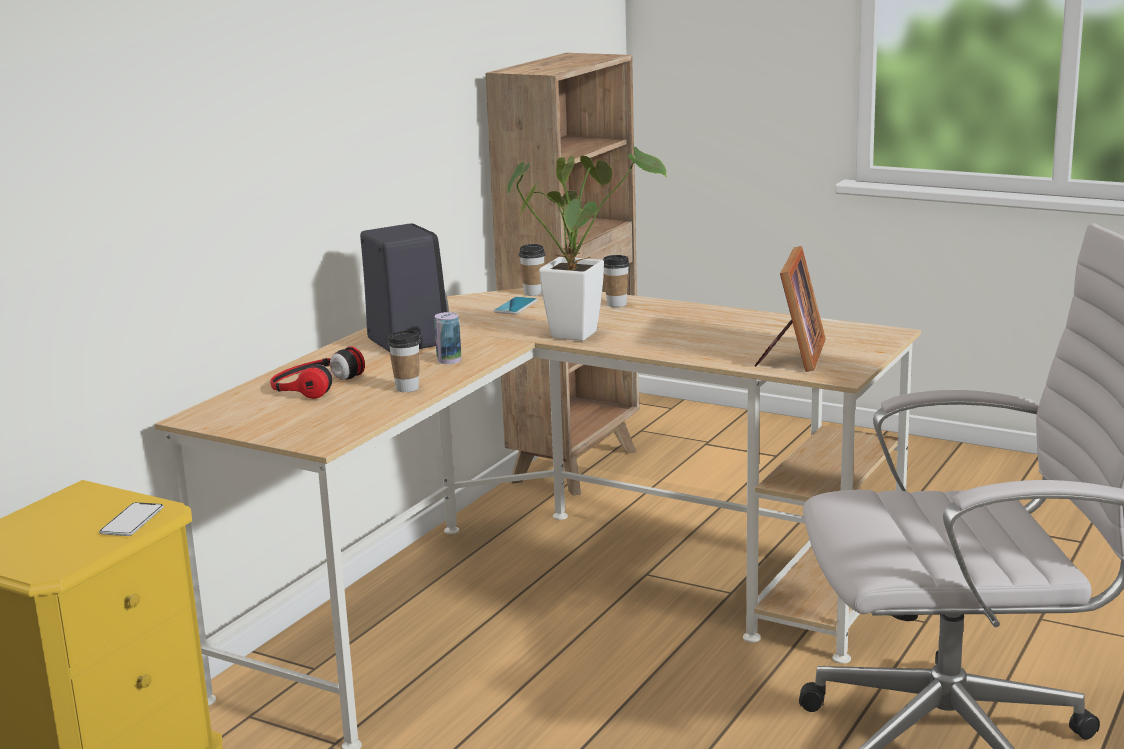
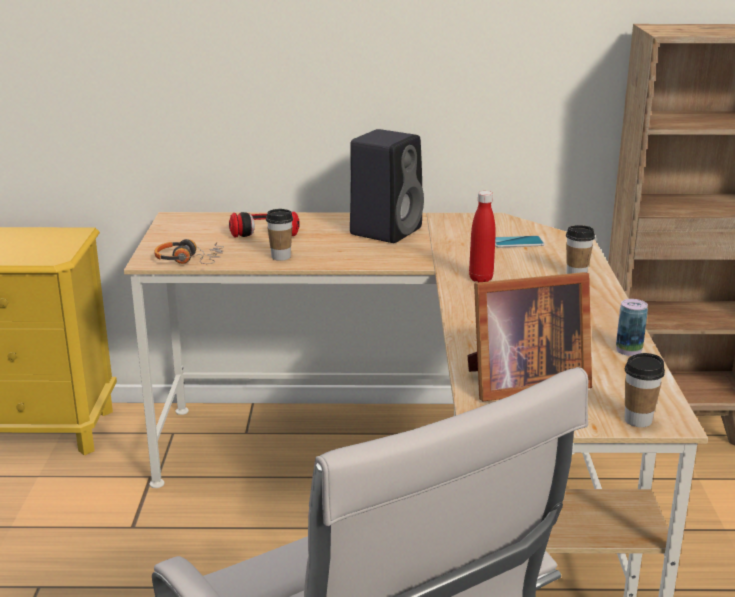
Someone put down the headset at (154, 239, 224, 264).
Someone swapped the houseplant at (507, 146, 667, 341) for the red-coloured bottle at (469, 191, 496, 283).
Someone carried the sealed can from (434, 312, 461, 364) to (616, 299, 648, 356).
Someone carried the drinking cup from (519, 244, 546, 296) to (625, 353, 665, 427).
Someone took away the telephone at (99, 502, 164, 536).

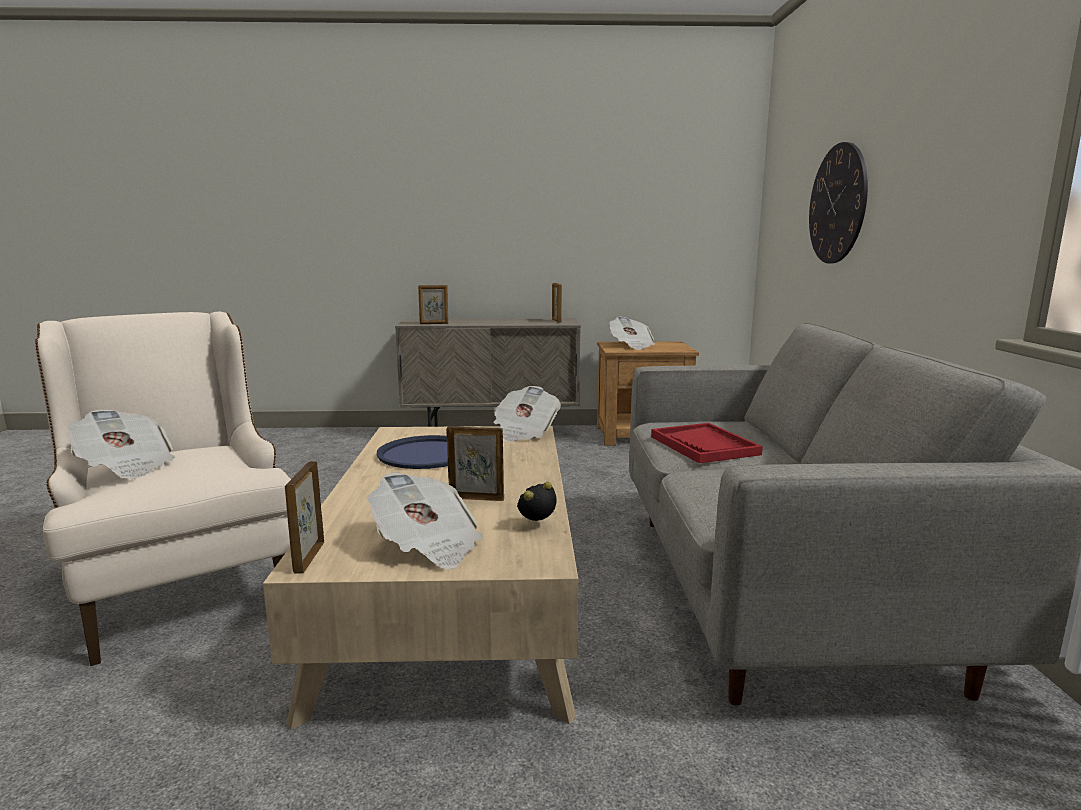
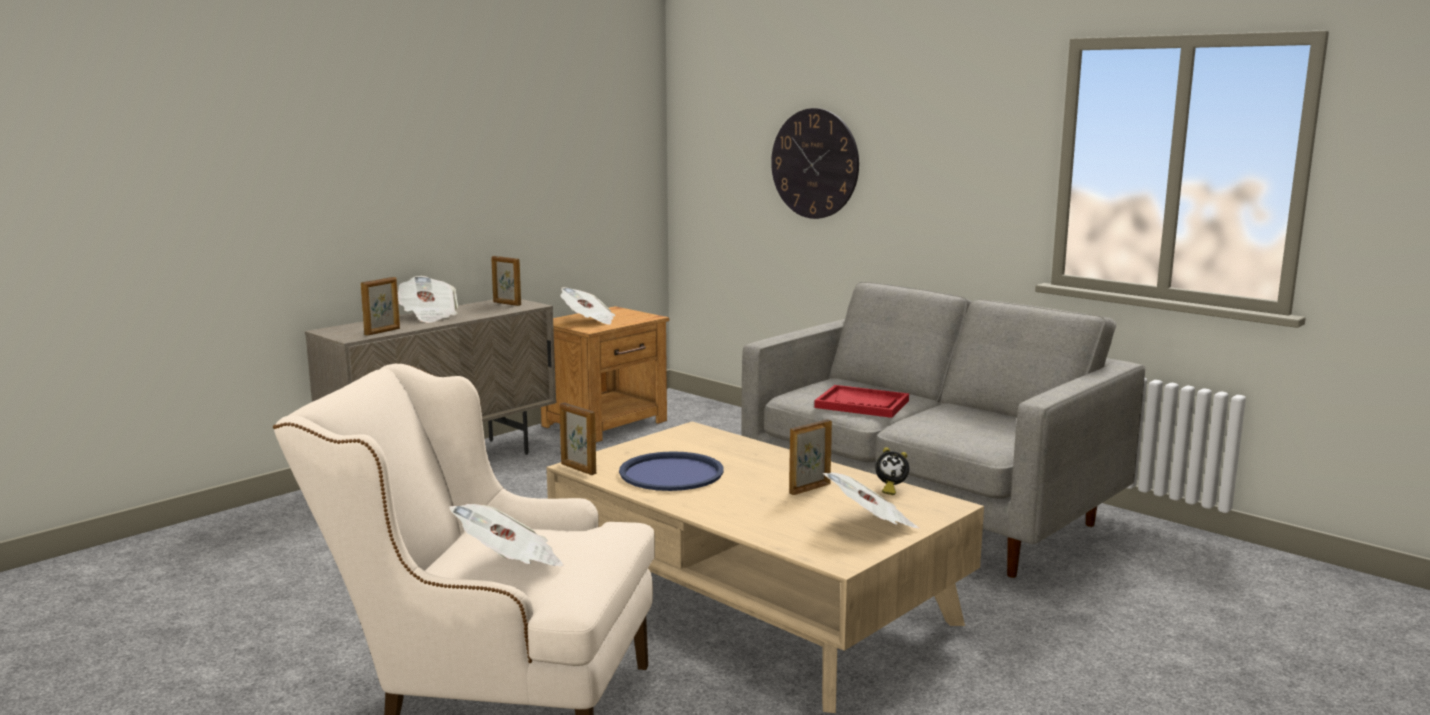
Someone carried the newspaper from (494, 386, 561, 442) to (398, 276, 458, 323).
Someone carried the standing frame from (285, 461, 324, 574) to (559, 402, 596, 475).
Someone rotated the bedside clock at (517, 481, 557, 521) by 105 degrees counterclockwise.

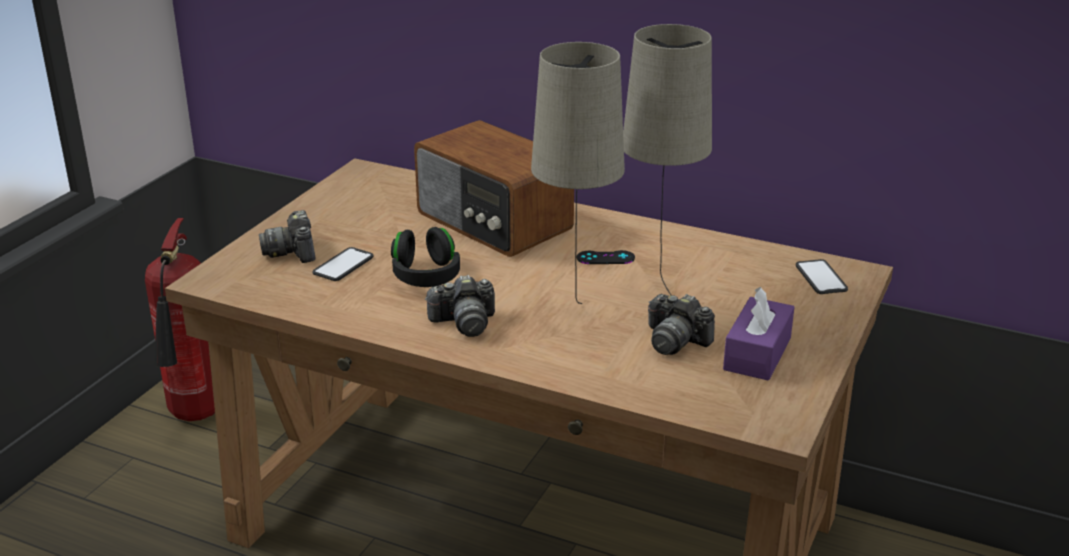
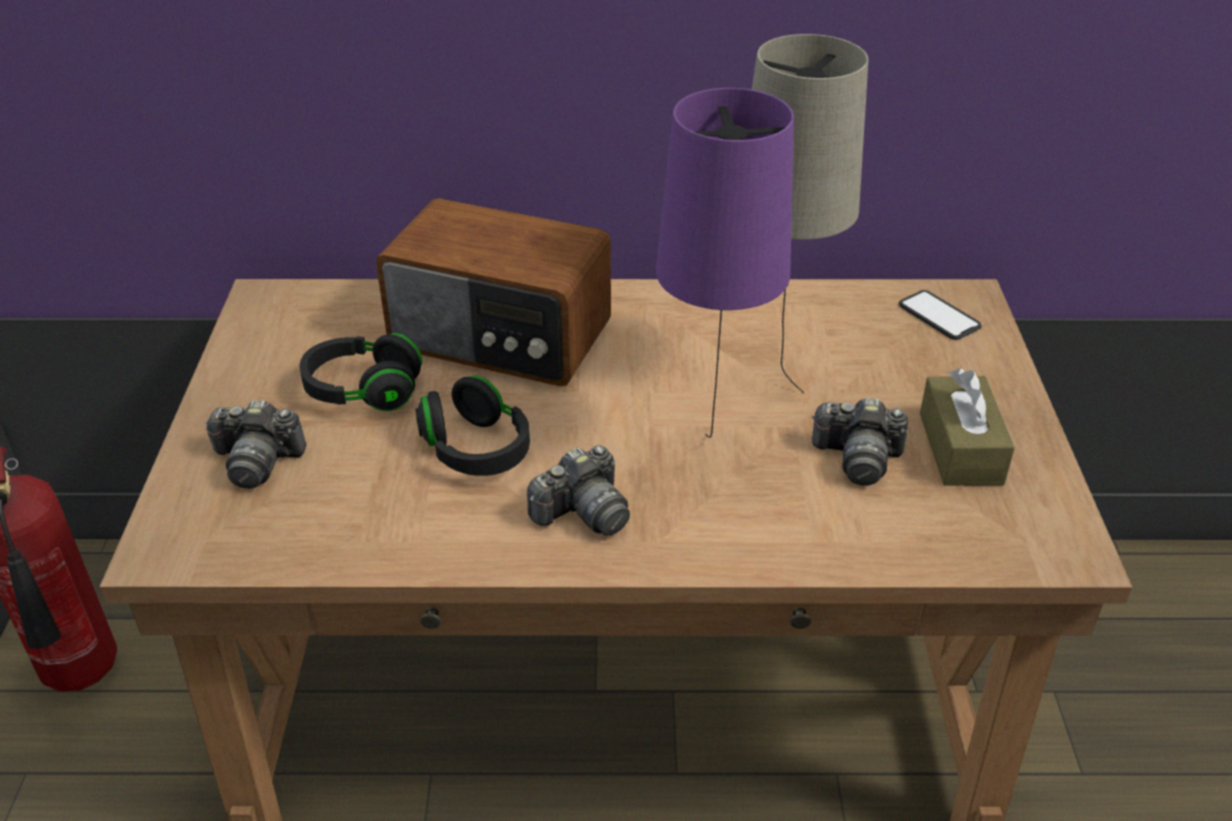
Someone rotated the photo camera at (259, 210, 315, 263) by 45 degrees counterclockwise.
Someone put down the blackish headset at (299, 333, 422, 411).
Someone repainted the sand-coloured lamp for a table at (531, 42, 625, 304), which became the purple lamp for a table at (656, 88, 794, 438).
Someone repainted the purple box of tissues at (723, 287, 794, 381), which became the brownish box of tissues at (920, 369, 1015, 486).
Someone took away the telephone at (312, 247, 374, 281).
Someone took away the blackish game controller at (577, 250, 635, 264).

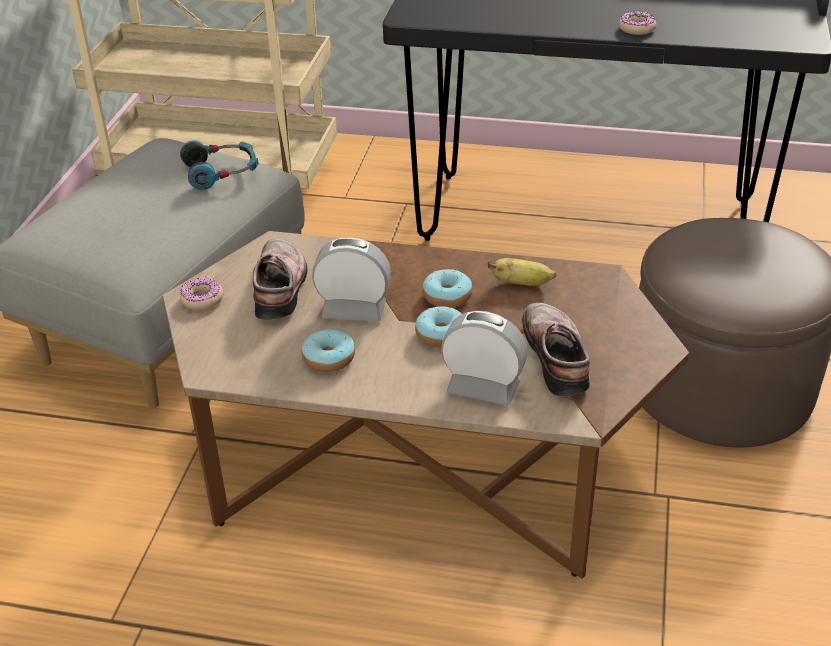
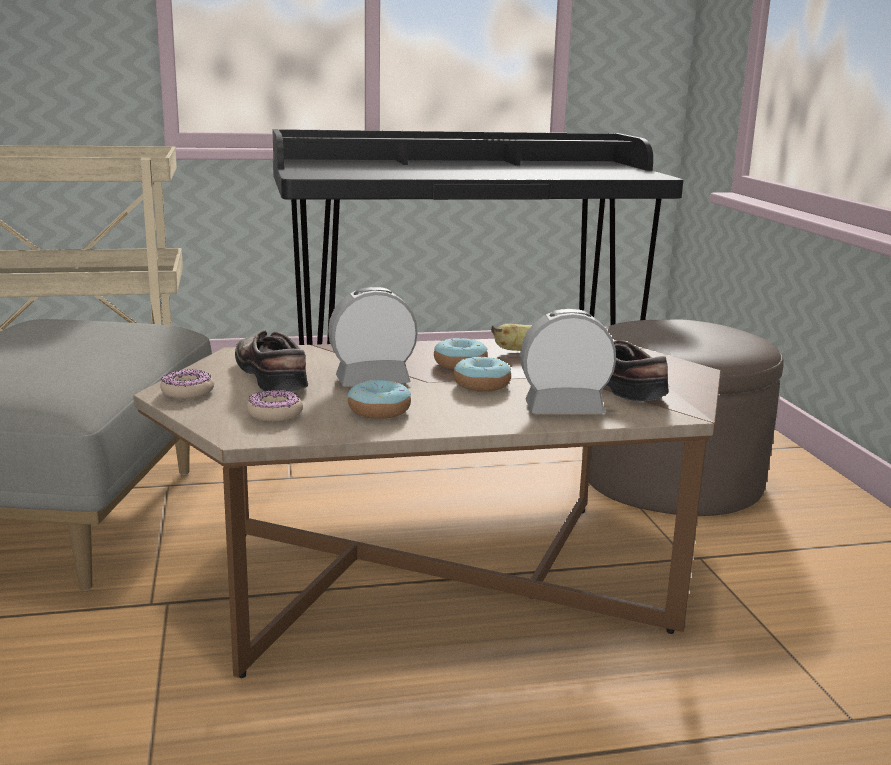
Someone carried the donut from (619, 11, 657, 35) to (247, 390, 303, 421).
Someone took away the headset at (180, 141, 259, 190).

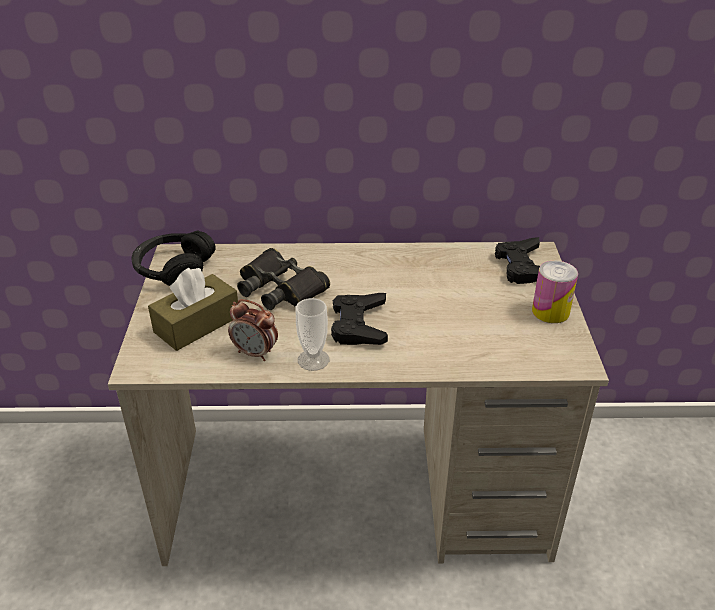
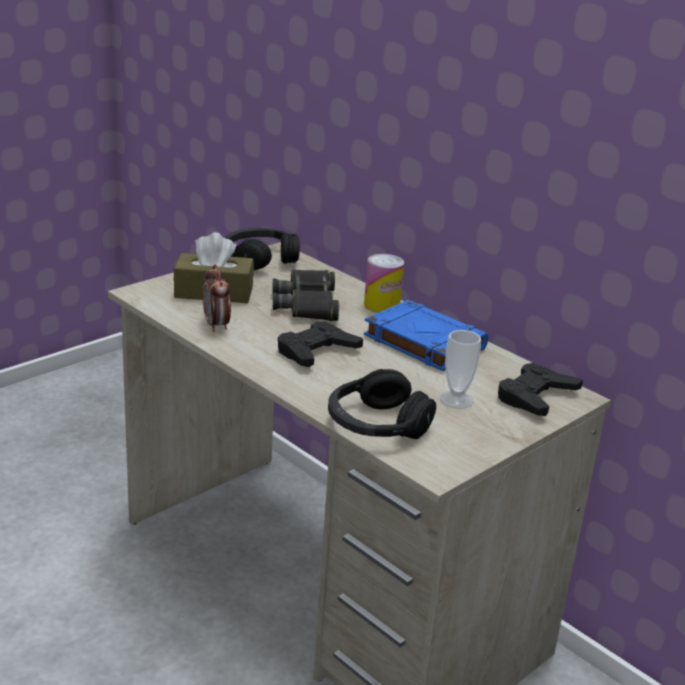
Someone put down the blackish headset at (328, 369, 436, 439).
Someone carried the sealed can from (532, 261, 578, 323) to (364, 254, 404, 313).
Someone put down the bluish book at (364, 300, 488, 371).
Someone carried the drinking cup from (296, 298, 329, 371) to (440, 330, 481, 409).

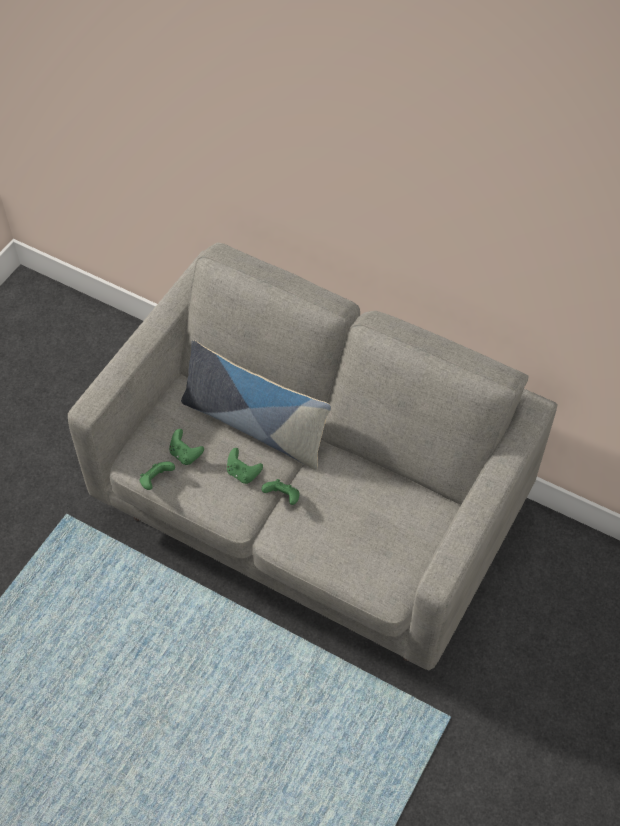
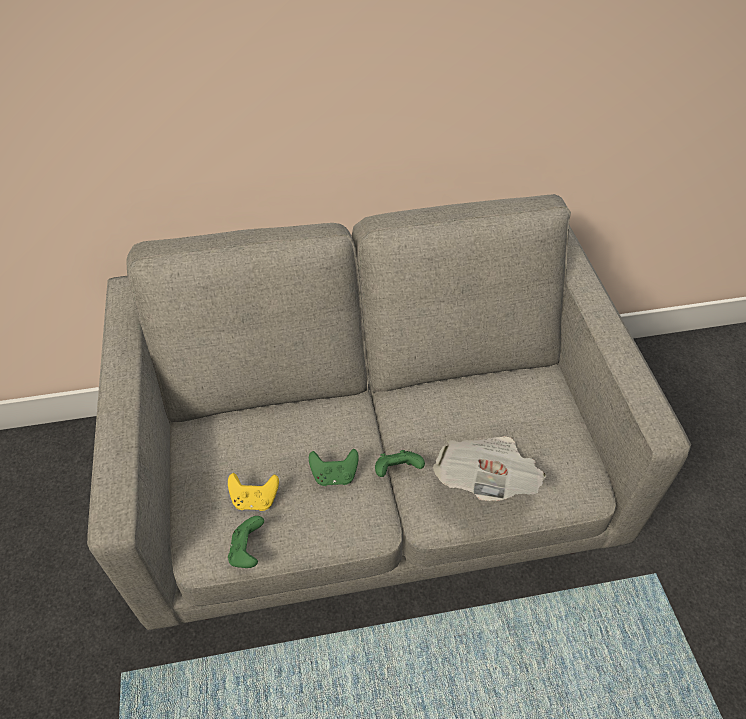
Someone repainted the green-coloured game controller at (169, 429, 204, 465), which became the yellow-coloured game controller at (228, 473, 279, 511).
Someone put down the newspaper at (433, 436, 546, 501).
Someone took away the pillow at (181, 340, 331, 470).

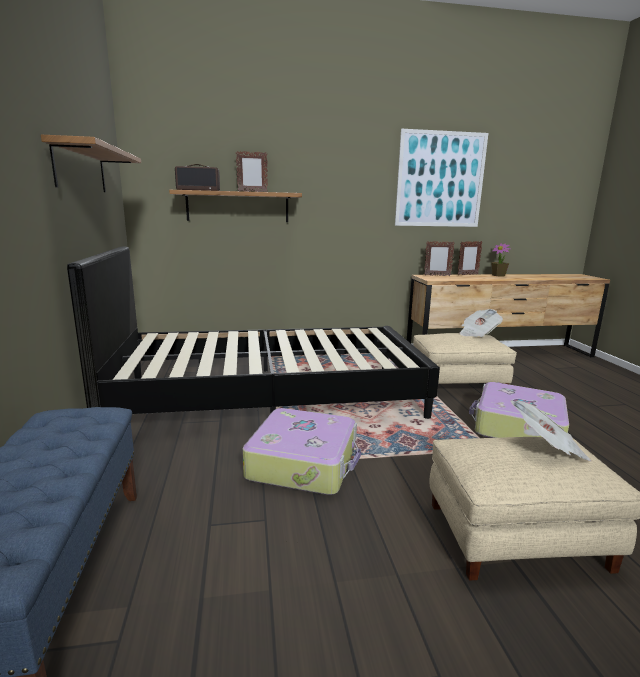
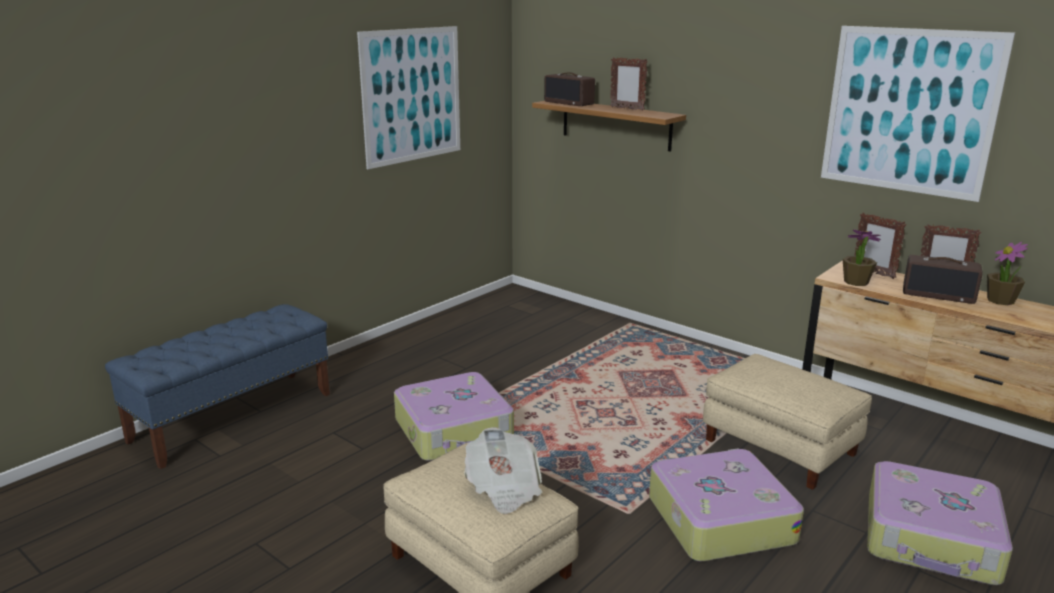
Someone swapped the shelf at (41, 135, 141, 192) for the wall art at (357, 26, 460, 169).
Someone put down the houseplant at (843, 230, 881, 286).
Someone put down the suitcase at (867, 461, 1013, 585).
Someone put down the radio set at (903, 255, 983, 304).
Someone took away the blackish sleeping bed at (67, 246, 440, 419).
Someone took away the newspaper at (459, 309, 503, 337).

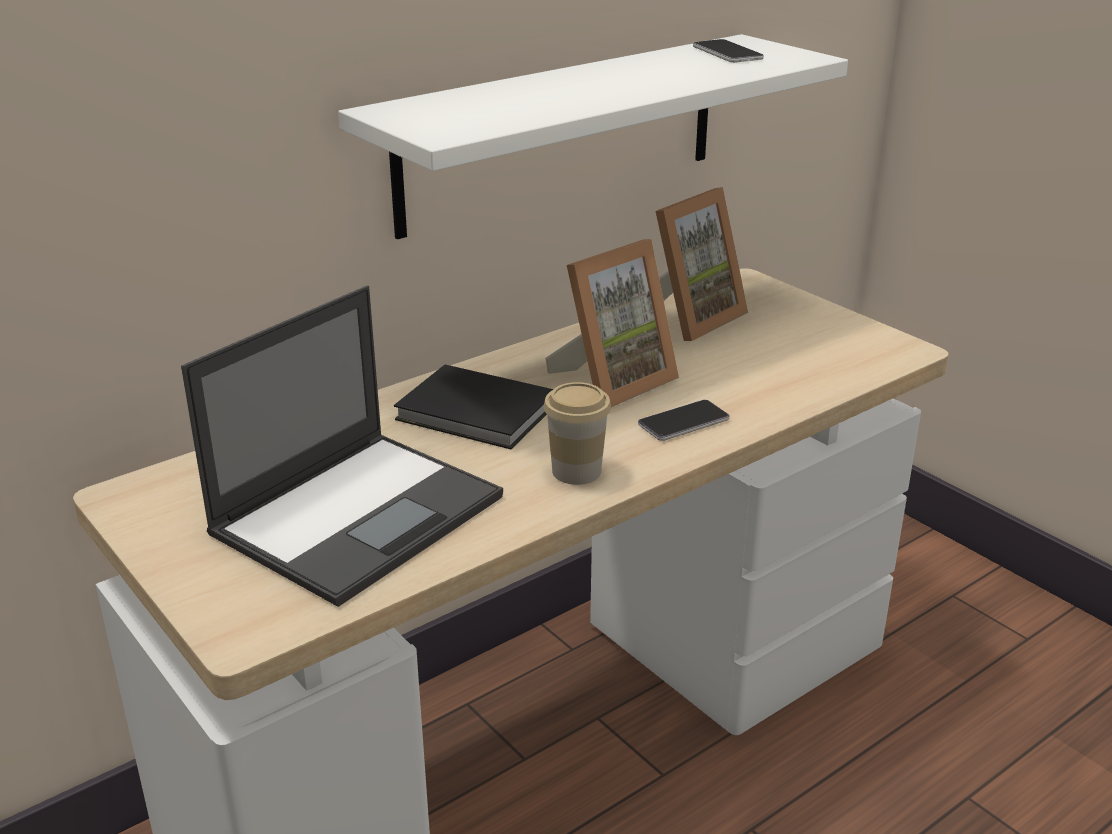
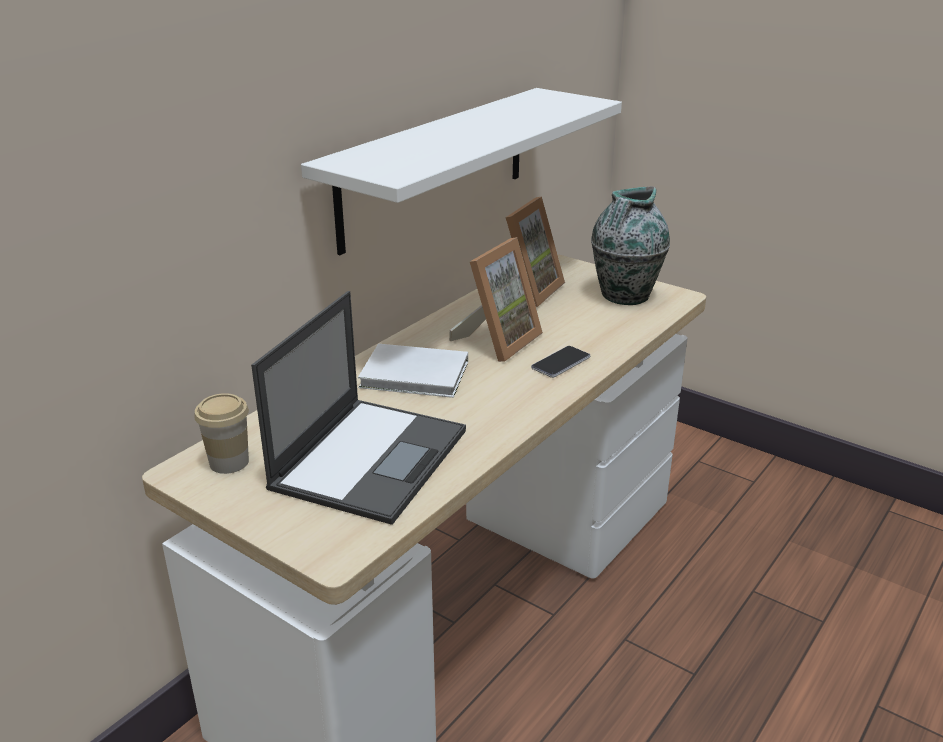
Someone carried the drinking cup from (544, 382, 611, 485) to (194, 393, 249, 474).
Someone repainted the blackish book at (394, 365, 553, 449), which became the white book at (358, 344, 468, 398).
Someone put down the flower vase at (591, 186, 670, 305).
Someone took away the telephone at (693, 39, 764, 63).

